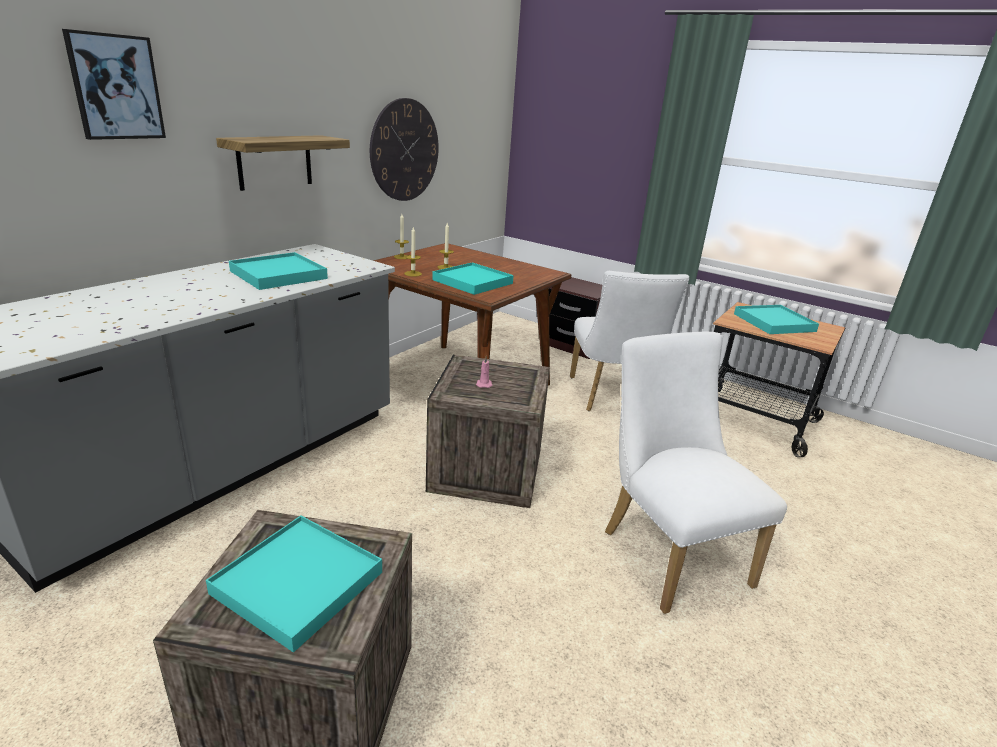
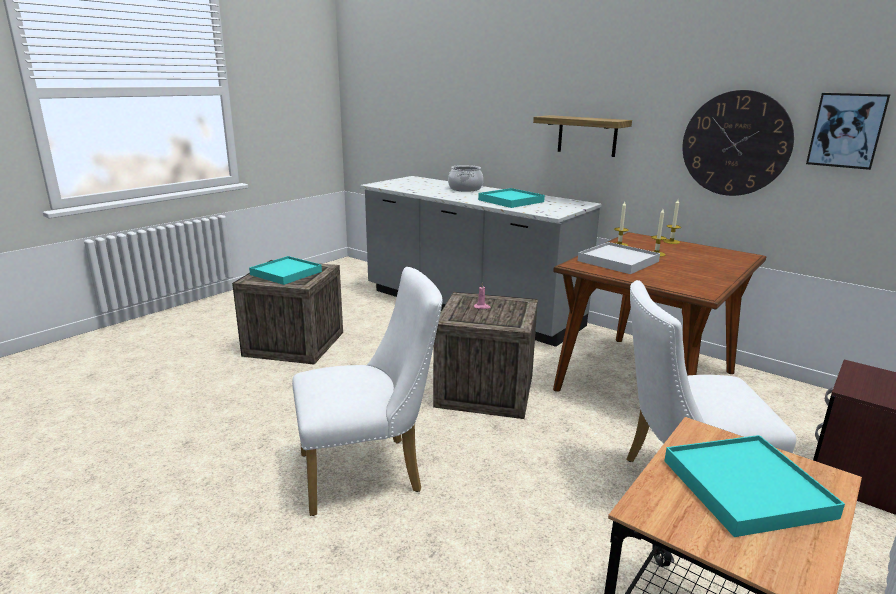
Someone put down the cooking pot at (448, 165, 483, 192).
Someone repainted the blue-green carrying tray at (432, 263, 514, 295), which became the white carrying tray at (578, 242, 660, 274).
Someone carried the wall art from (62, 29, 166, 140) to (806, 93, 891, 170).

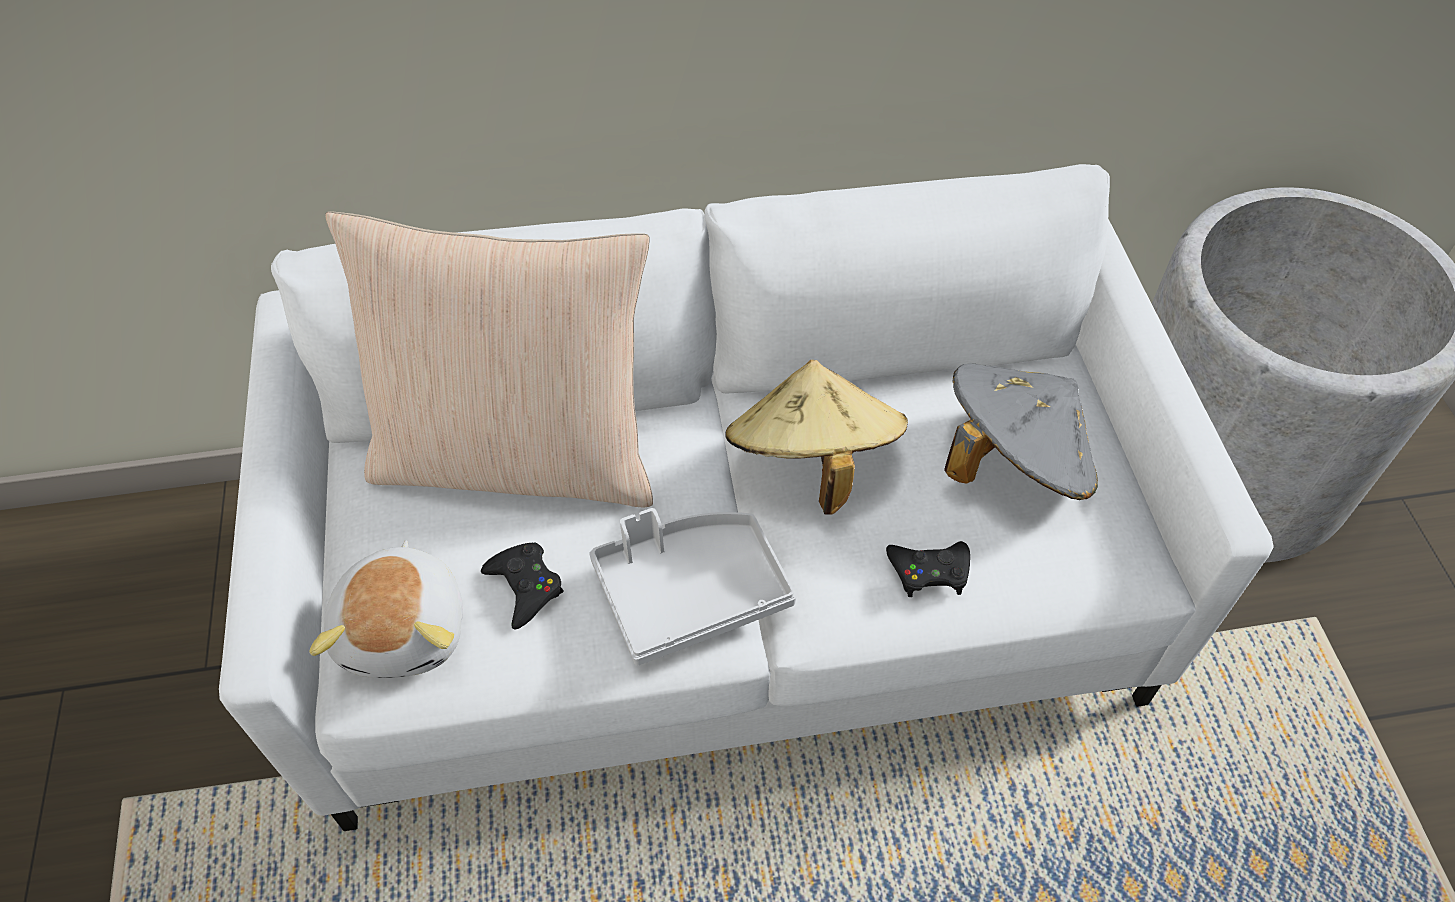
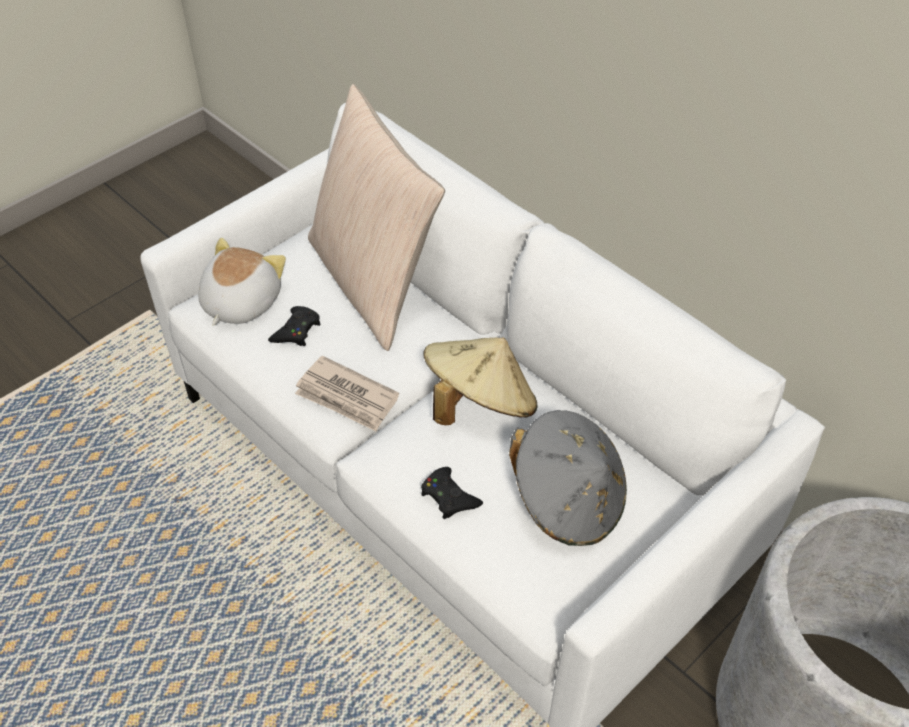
Someone rotated the cuddly toy at (309, 540, 463, 678) by 150 degrees clockwise.
Someone swapped the greyish carrying tray at (589, 508, 797, 665) for the newspaper at (295, 356, 399, 431).

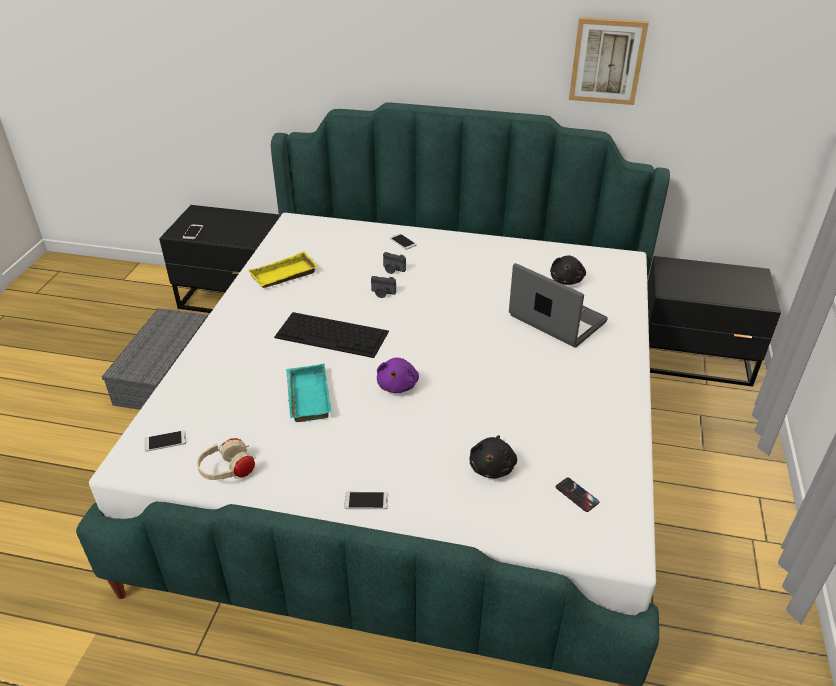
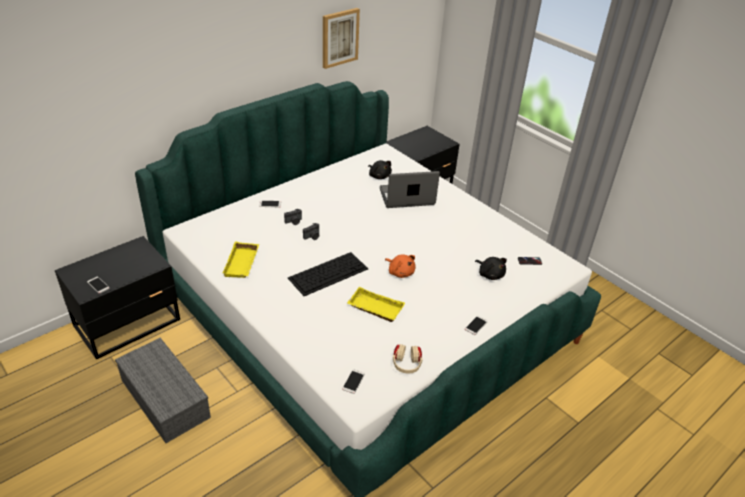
Someone repainted the blue-green carrying tray at (286, 364, 331, 422), which became the yellow-coloured carrying tray at (347, 287, 405, 322).
Someone repainted the purple cuddly toy at (377, 358, 419, 393), which became the orangey cuddly toy at (385, 254, 415, 278).

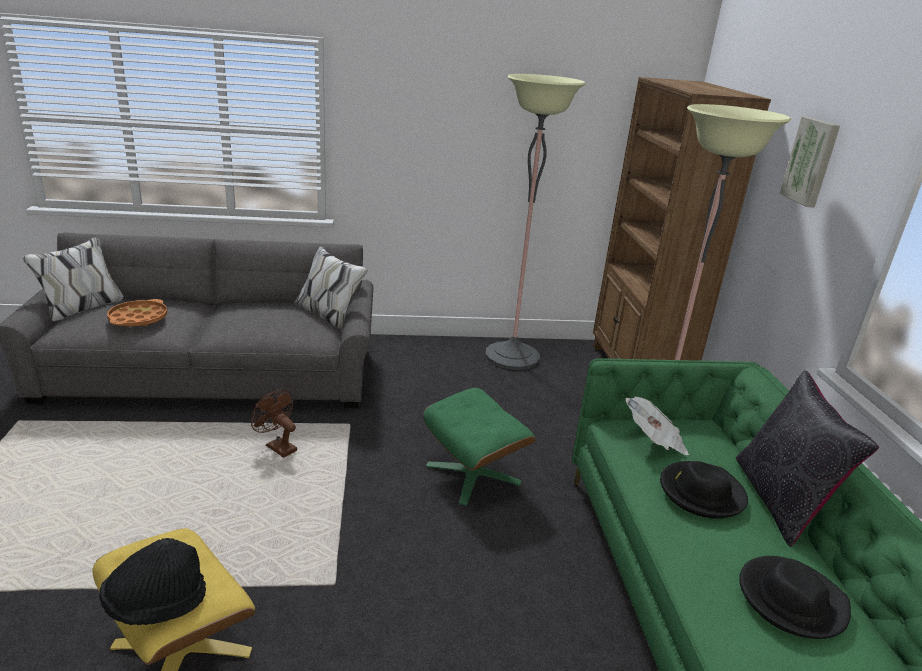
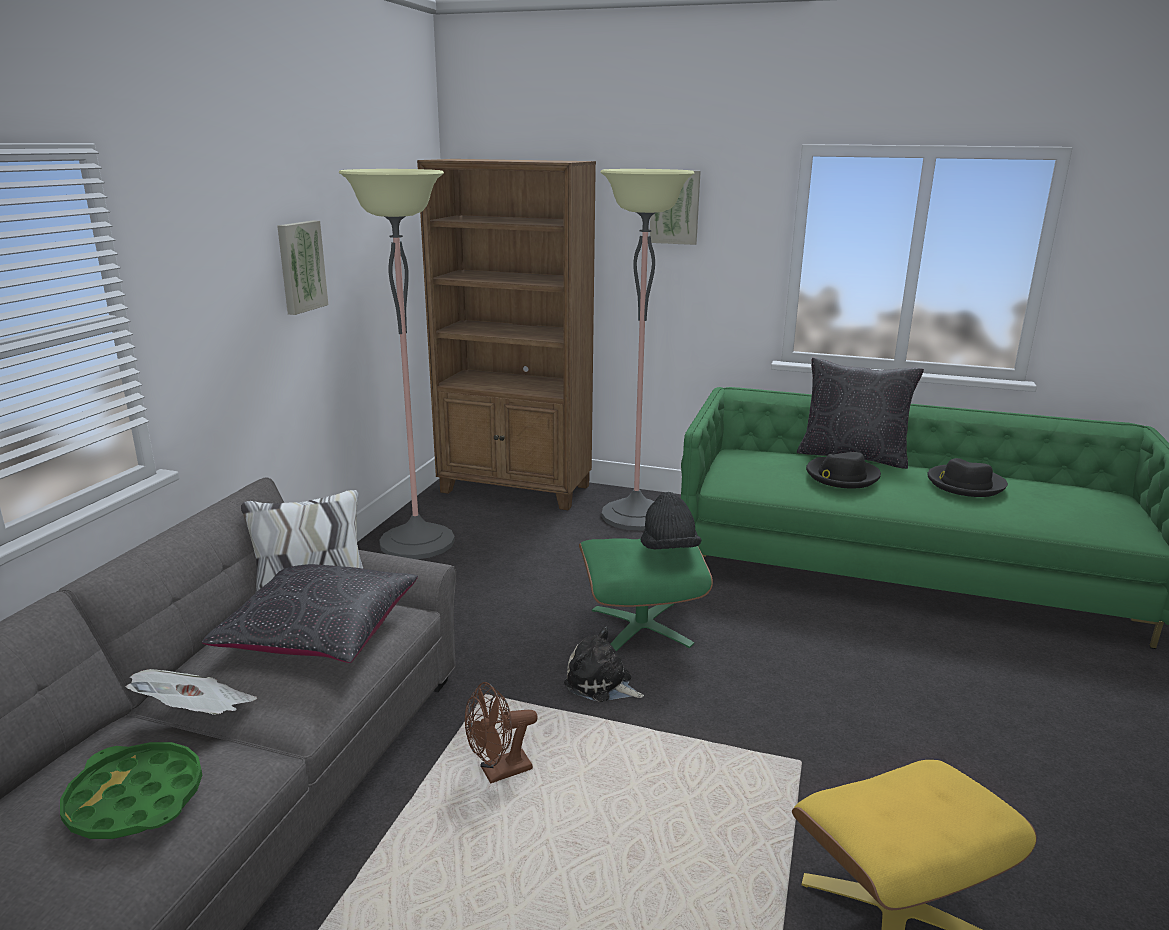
Someone repainted the orangey carrying tray at (107, 299, 167, 327), which became the green-coloured carrying tray at (60, 742, 202, 839).
Someone carried the newspaper from (625, 397, 689, 455) to (125, 669, 257, 715).
Someone put down the blackish pillow at (202, 564, 418, 663).
Someone put up the wall art at (277, 221, 329, 315).
Someone put down the cuddly toy at (564, 627, 644, 702).
Someone carried the blackish clothing hat from (99, 538, 206, 625) to (640, 492, 701, 549).

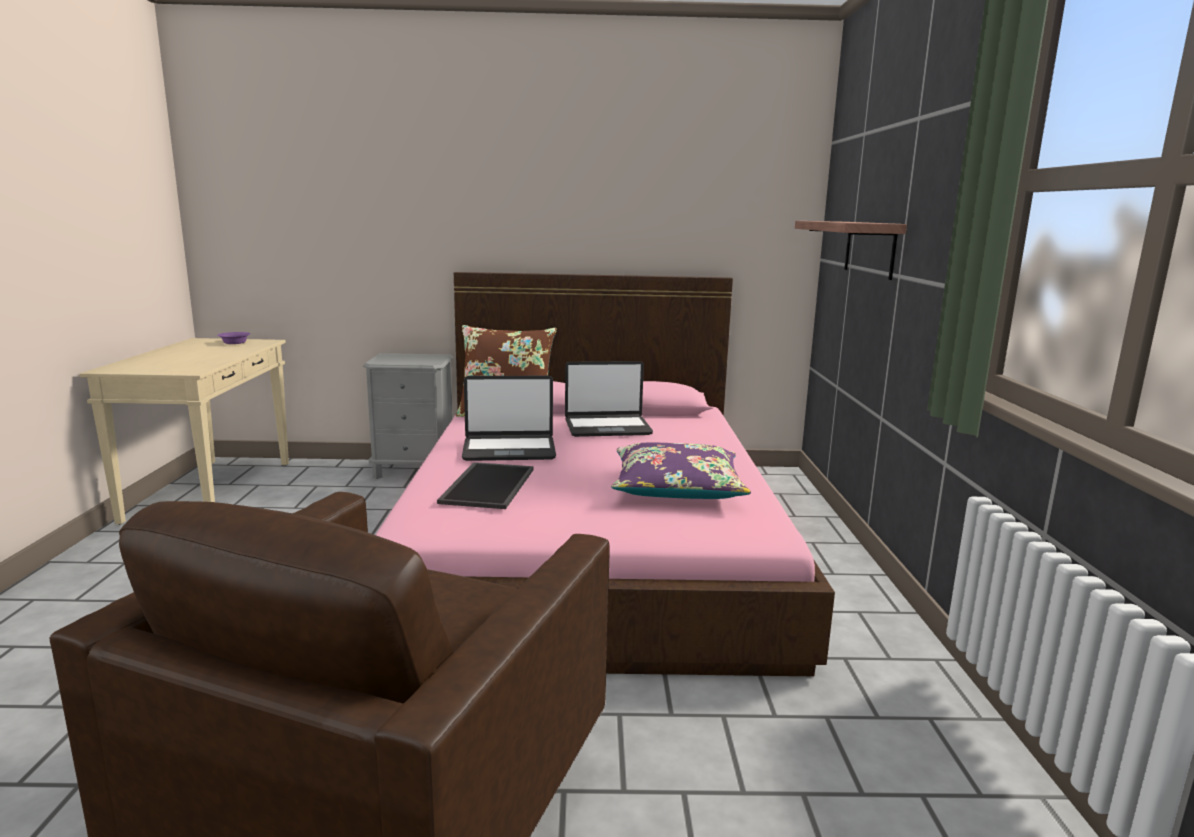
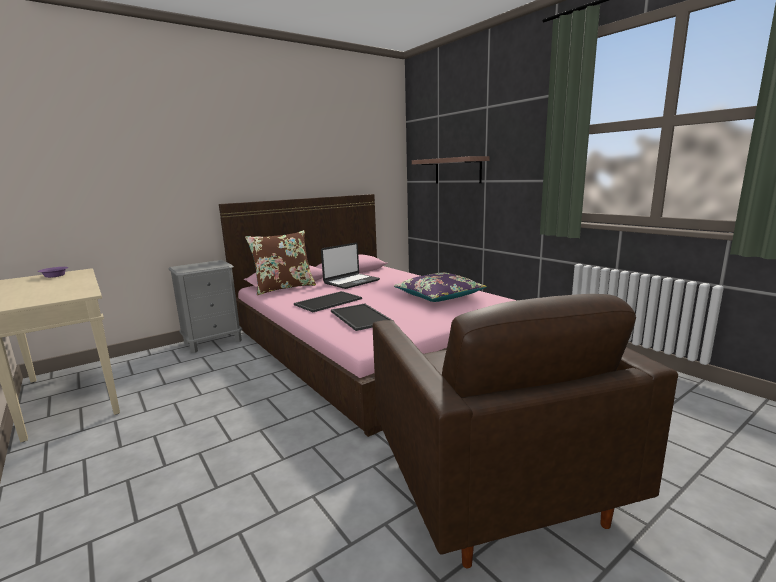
Someone swapped the laptop at (462, 376, 556, 461) for the carrying tray at (294, 291, 362, 312).

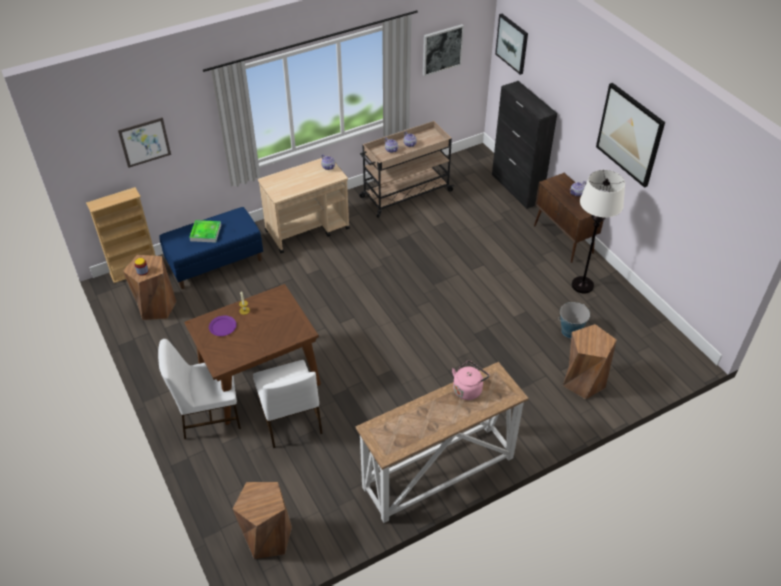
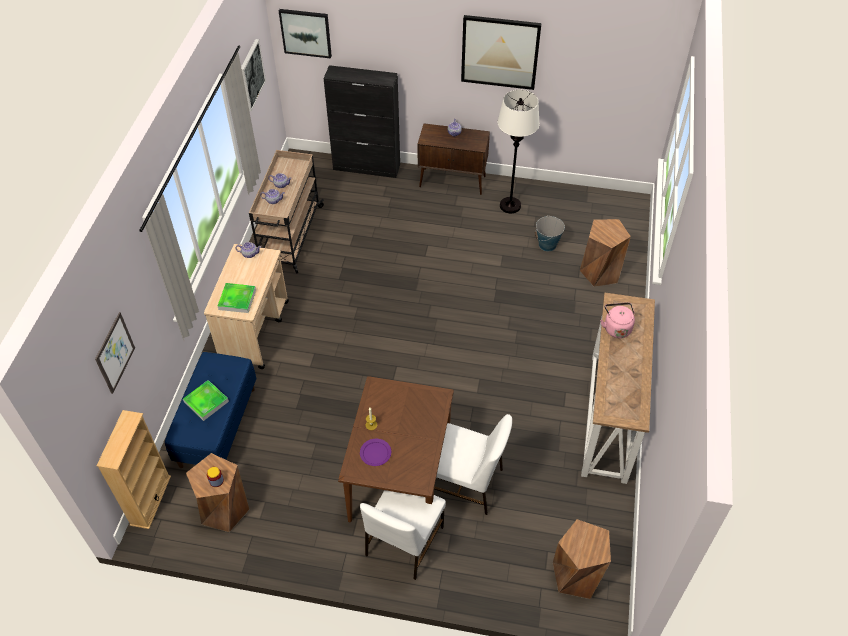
Someone put down the carrying tray at (218, 283, 256, 313).

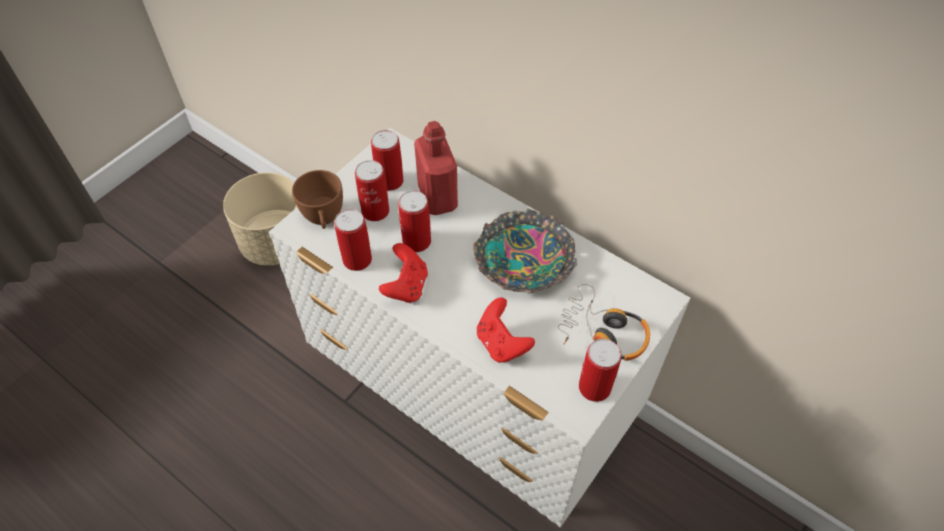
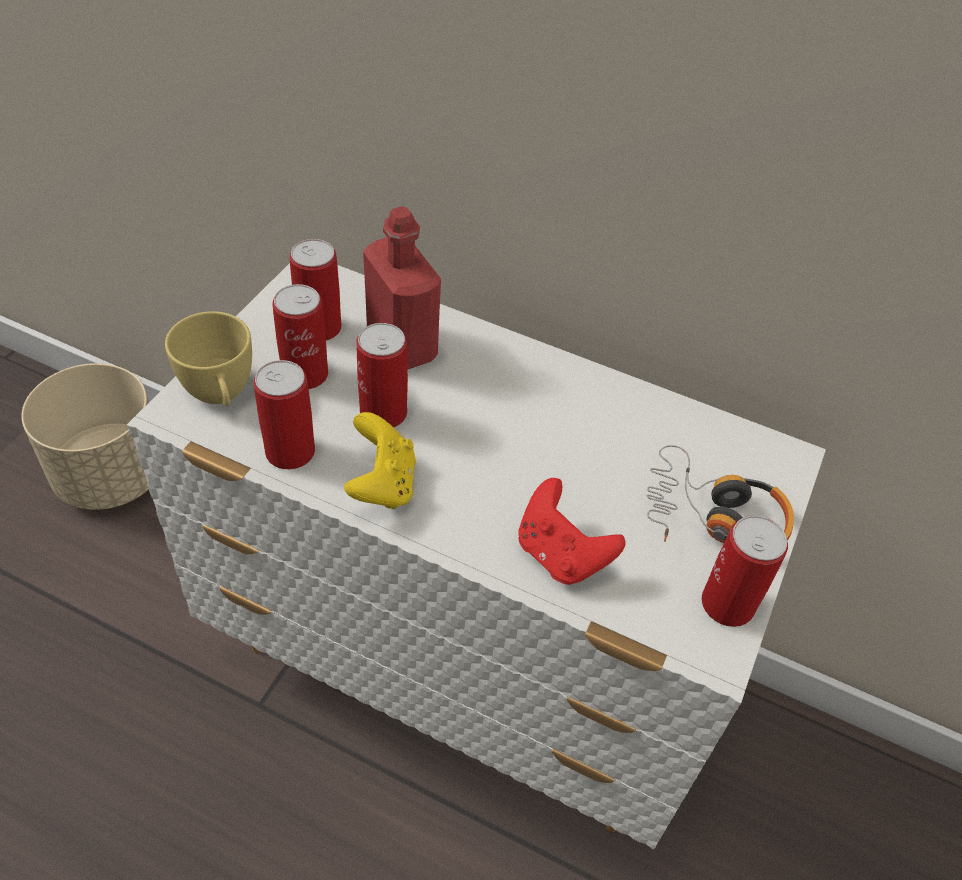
Someone repainted the brownish drinking cup at (292, 170, 343, 229), which became the yellow-coloured drinking cup at (165, 311, 252, 406).
Someone repainted the red-coloured game controller at (379, 243, 428, 303), which became the yellow-coloured game controller at (344, 412, 416, 509).
Someone took away the bowl at (473, 208, 577, 293).

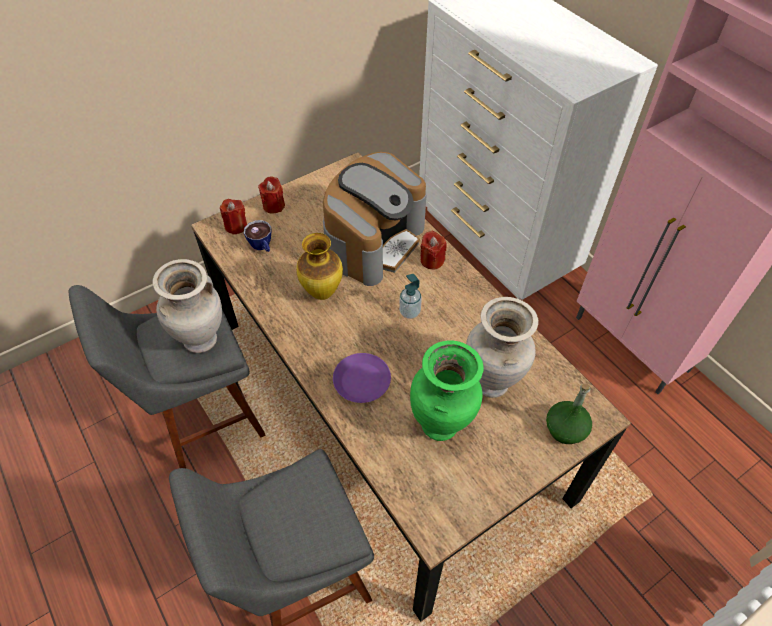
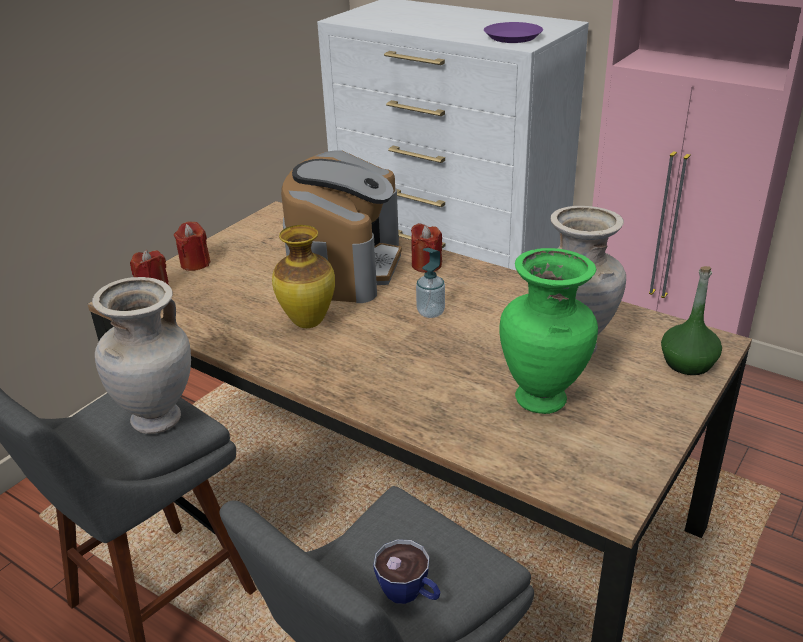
Someone carried the drinking cup from (244, 220, 271, 252) to (373, 539, 440, 604).
Someone carried the purple dinner plate from (333, 353, 391, 403) to (484, 22, 543, 43).

